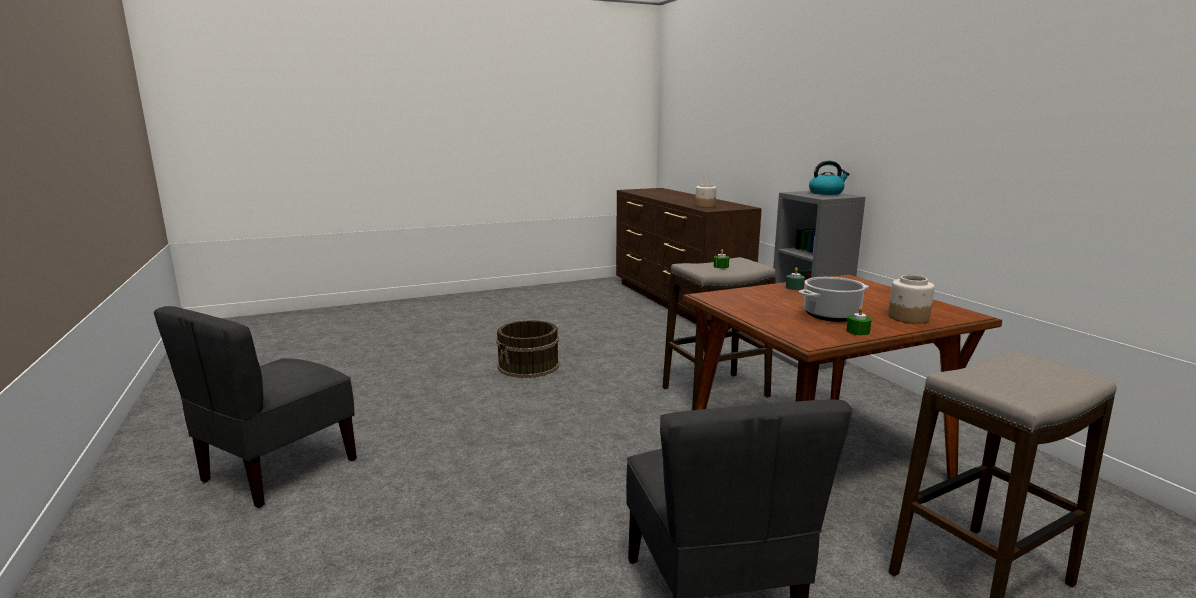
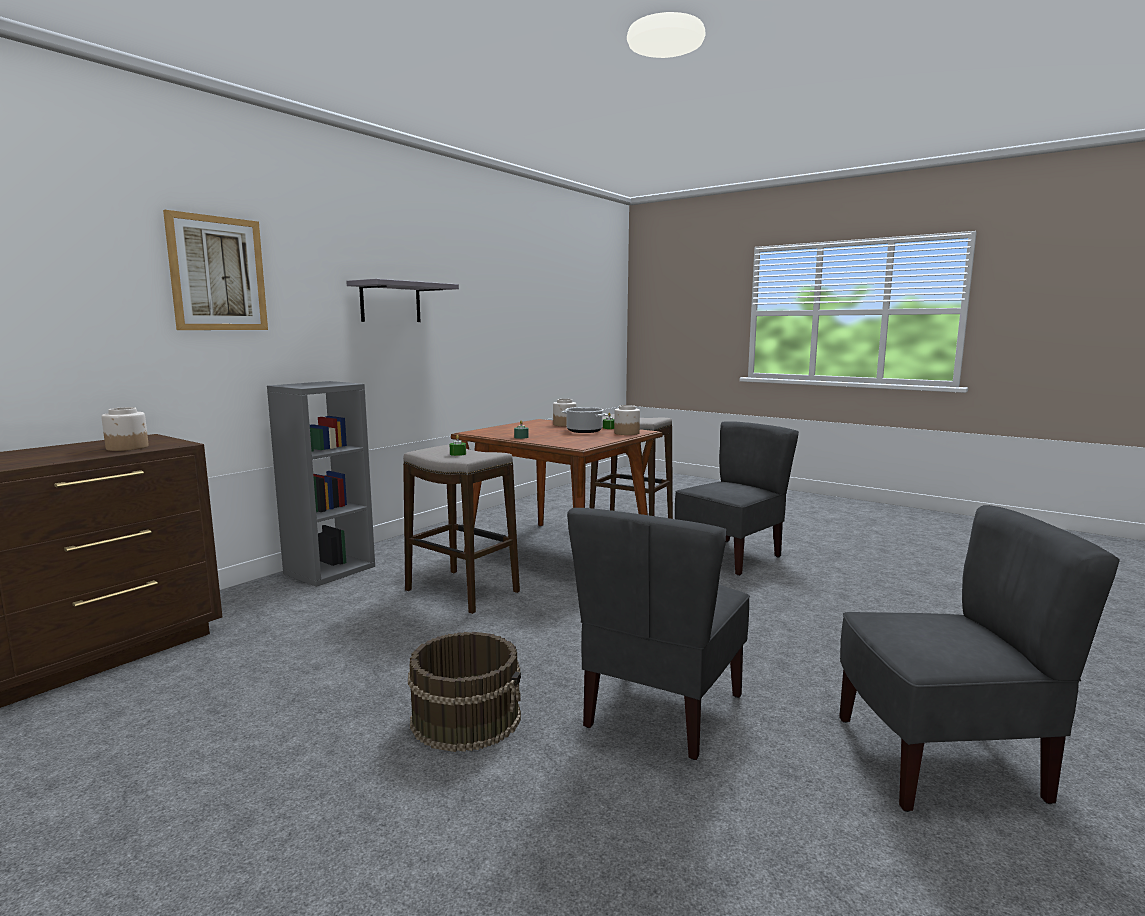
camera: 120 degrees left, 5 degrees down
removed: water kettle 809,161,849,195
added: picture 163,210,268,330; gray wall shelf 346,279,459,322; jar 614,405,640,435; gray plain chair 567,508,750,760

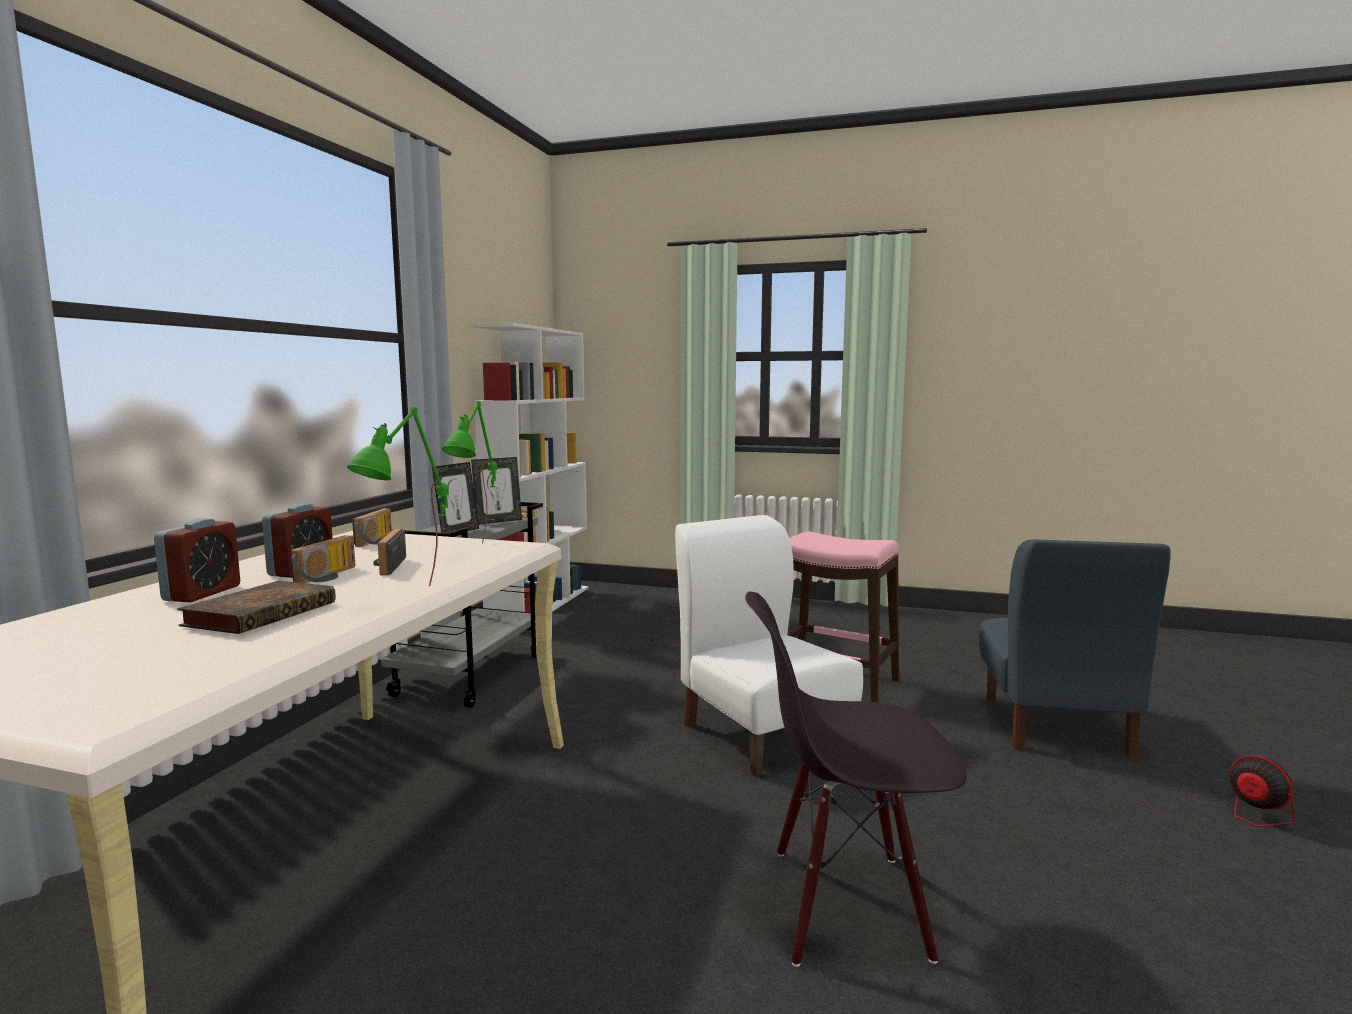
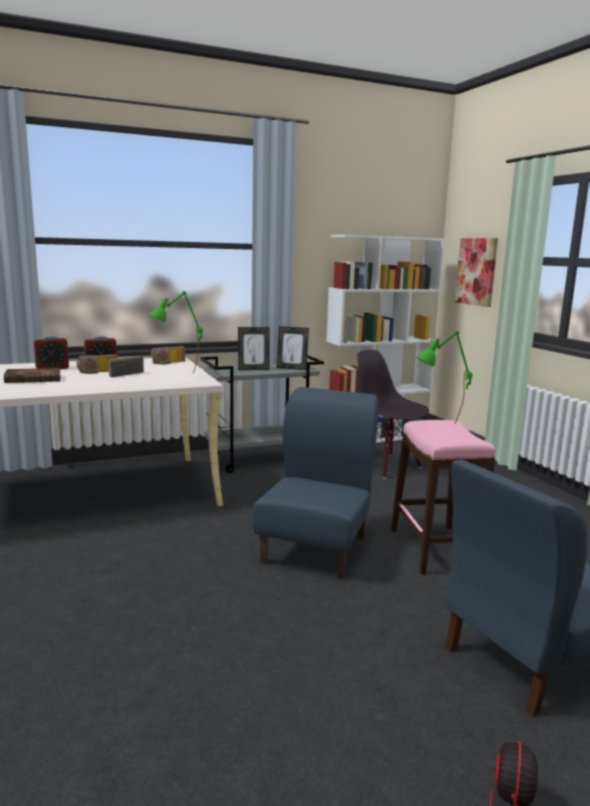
camera: 50 degrees right, 5 degrees up
added: picture 455,238,498,307
moved: green-coloured tabletop lamp 347,407,449,586 to 416,331,472,424; blackish plain chair 745,591,967,967 to 357,350,429,479
recoloured: white plain chair 675,515,863,777 to blue plain chair 252,387,378,579

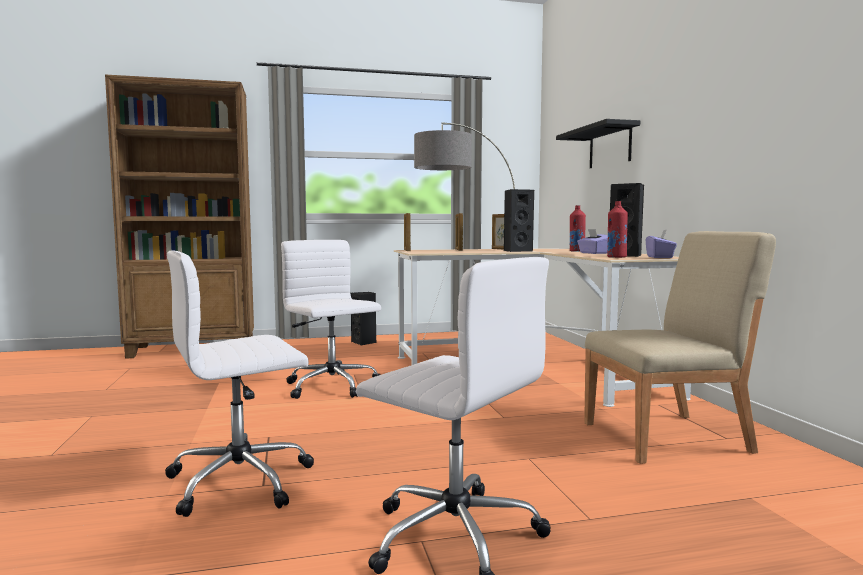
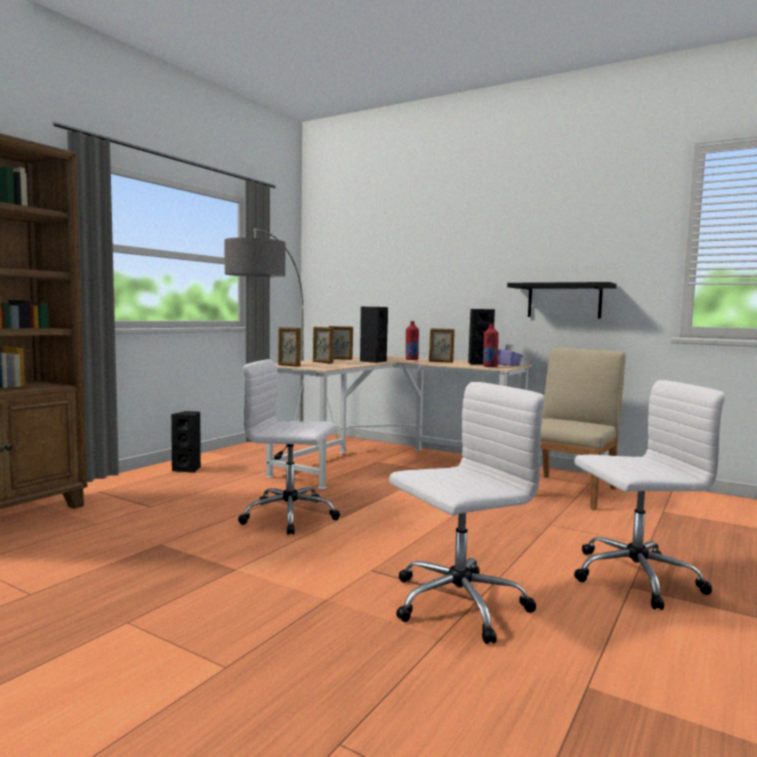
camera: 45 degrees left, 0 degrees up
moved: blackish wall shelf 556,119,640,168 to 507,282,617,319
replaced: purplish box of tissues 577,229,608,254 to photo frame 429,328,455,363
turned: white computer chair 165,250,314,517 = 389,382,545,644 135 degrees counterclockwise

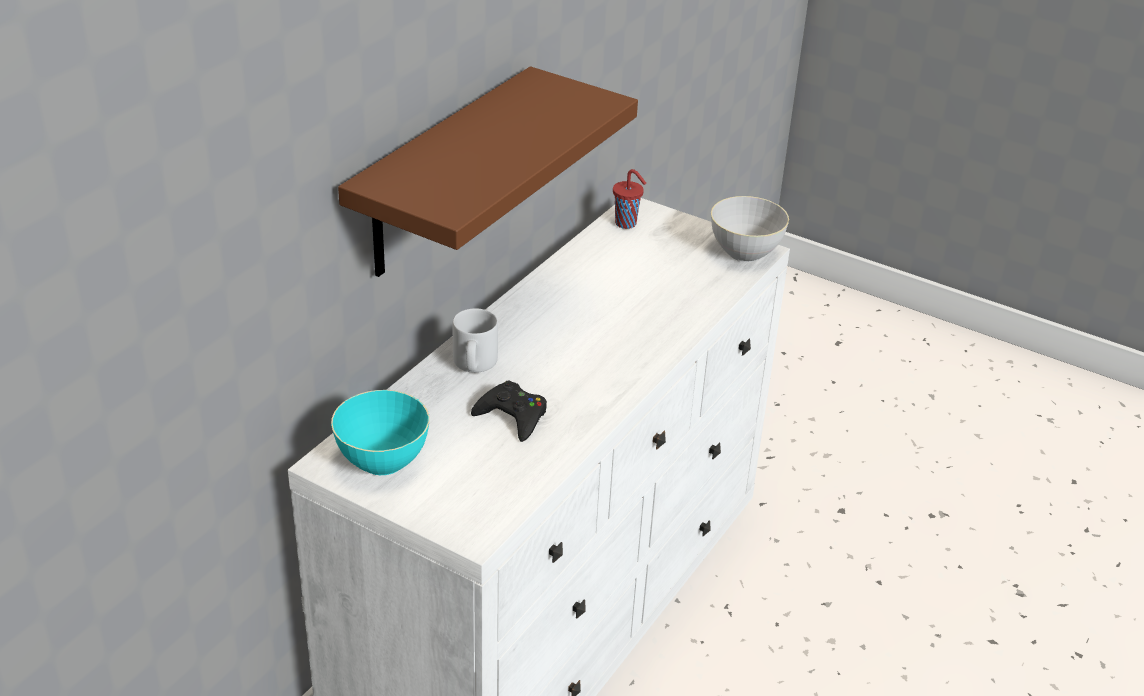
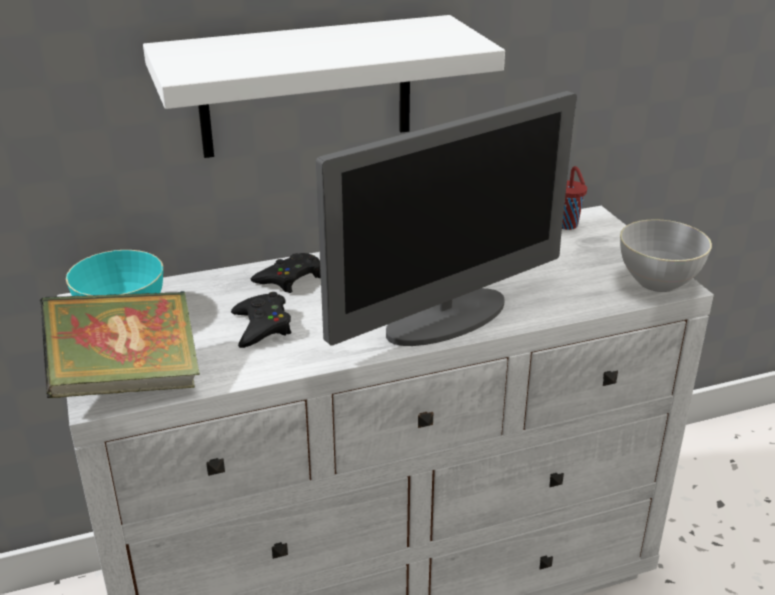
camera: 40 degrees right, 5 degrees down
added: computer screen 316,91,577,346; bound book 40,291,200,398
replaced: gray coffee mug 452,308,498,373 to blackish gamepad 251,253,321,293
recoloured: brown wall shelf 338,66,638,277 to white wall shelf 143,15,505,158

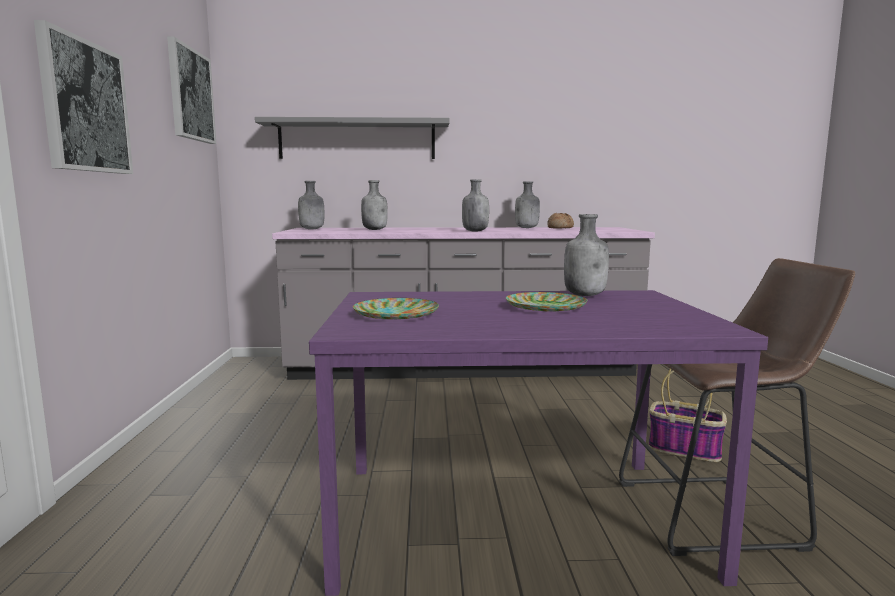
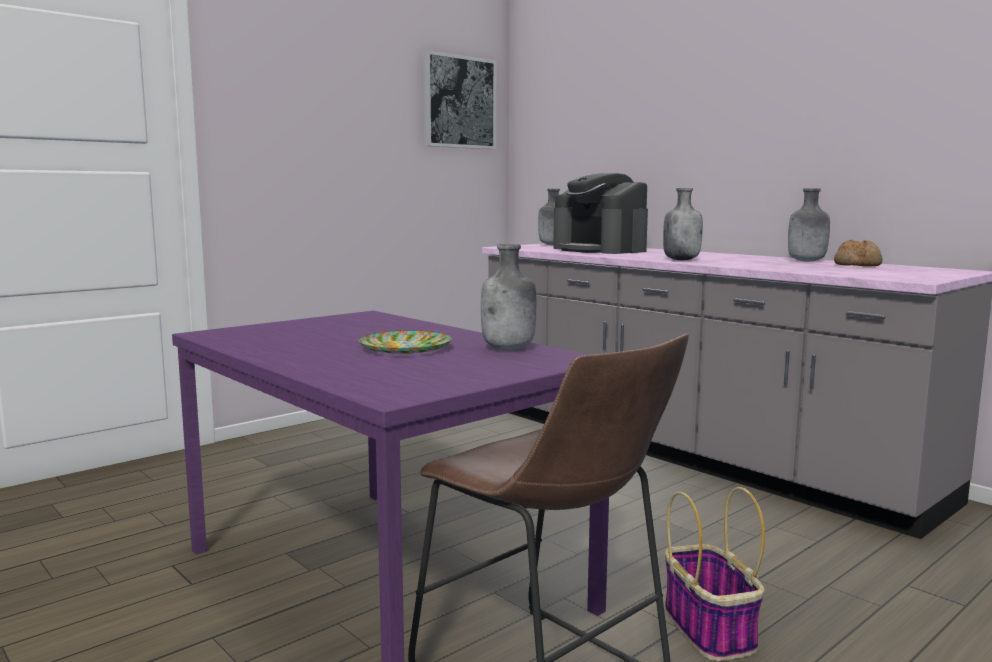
camera: 50 degrees right, 0 degrees up
removed: picture 34,20,133,174; gray wall shelf 255,117,449,159; plate 353,298,439,319
replaced: gray drink bottle 361,180,388,230 to coffee maker 553,173,648,254

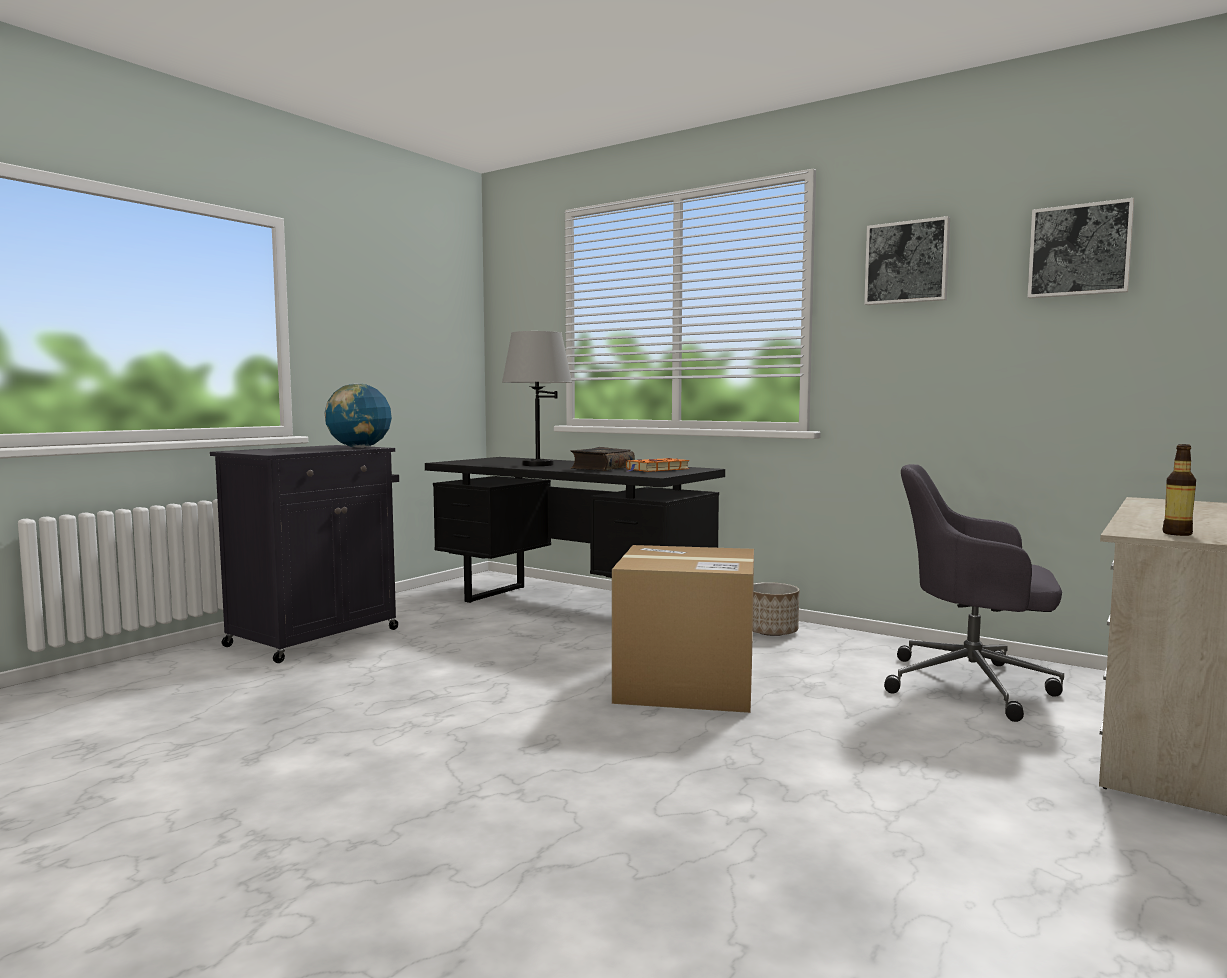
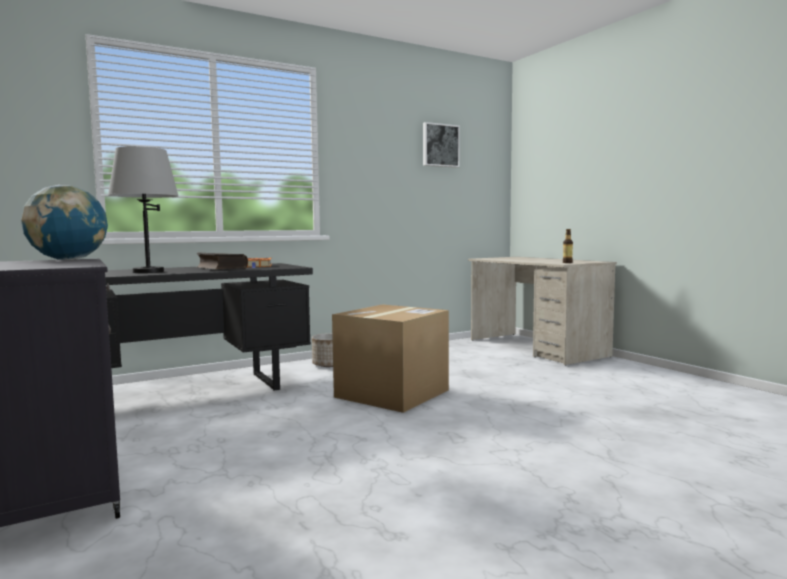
camera: 65 degrees left, 0 degrees up
removed: picture 864,216,950,305; gray computer chair 884,464,1064,722

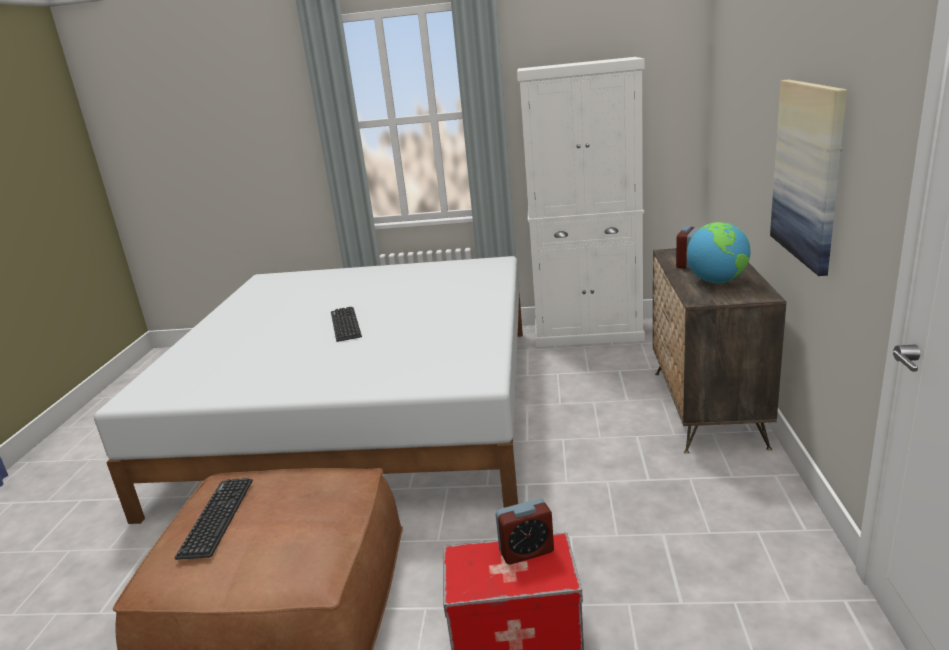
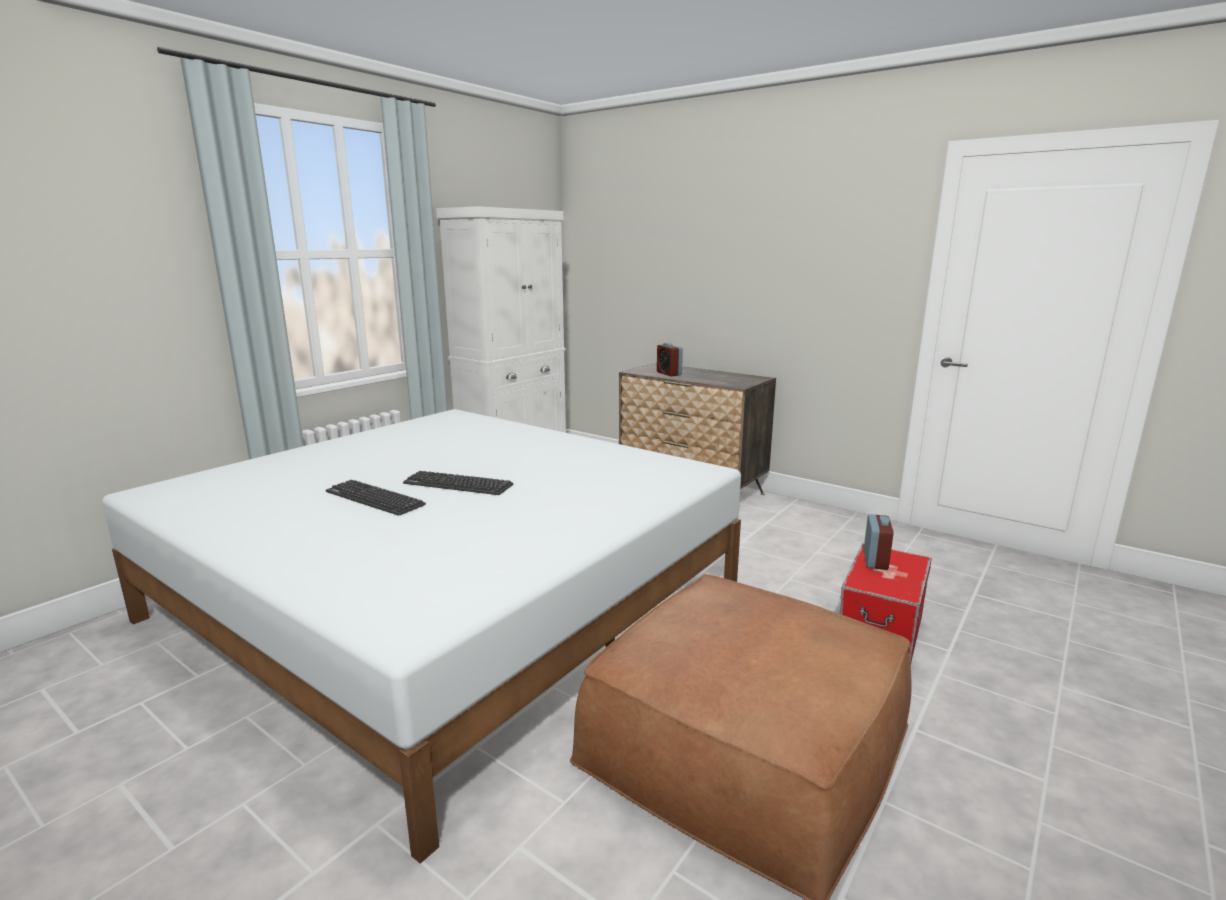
camera: 60 degrees left, 5 degrees down
removed: picture 770,80,847,276; globe 687,222,750,284
moved: PC keyboard 175,478,253,560 to 326,480,426,516

